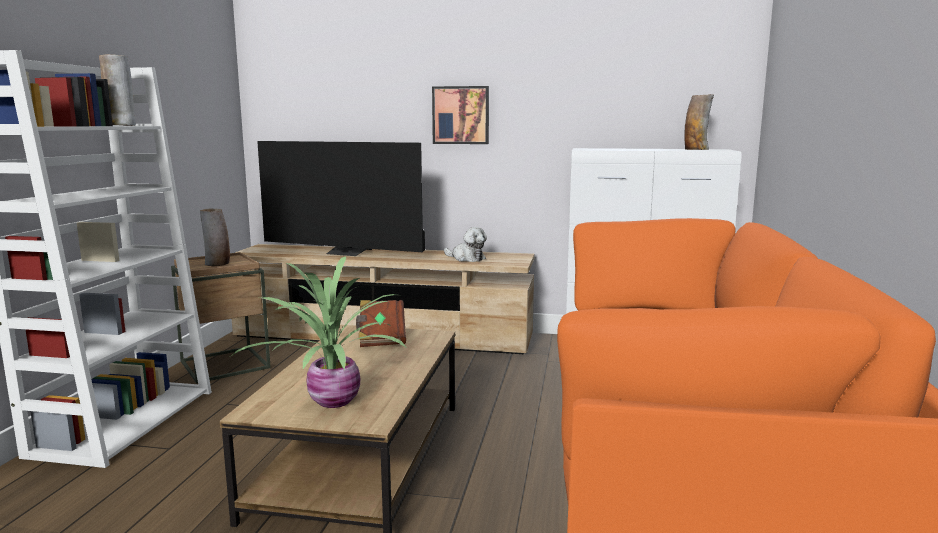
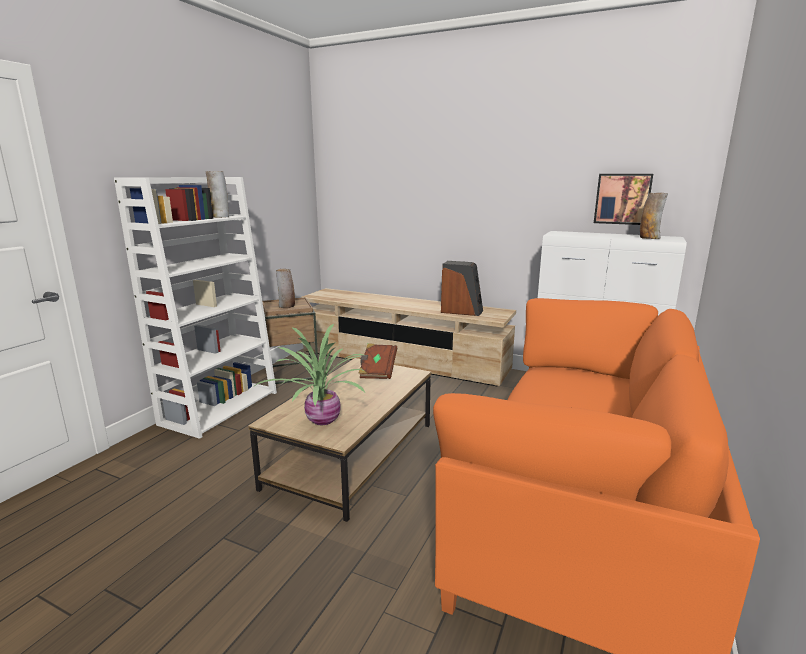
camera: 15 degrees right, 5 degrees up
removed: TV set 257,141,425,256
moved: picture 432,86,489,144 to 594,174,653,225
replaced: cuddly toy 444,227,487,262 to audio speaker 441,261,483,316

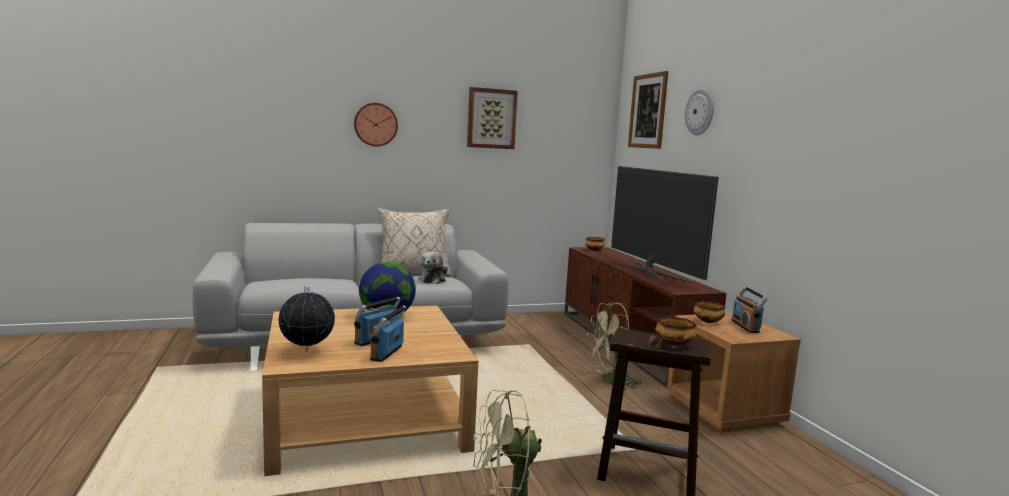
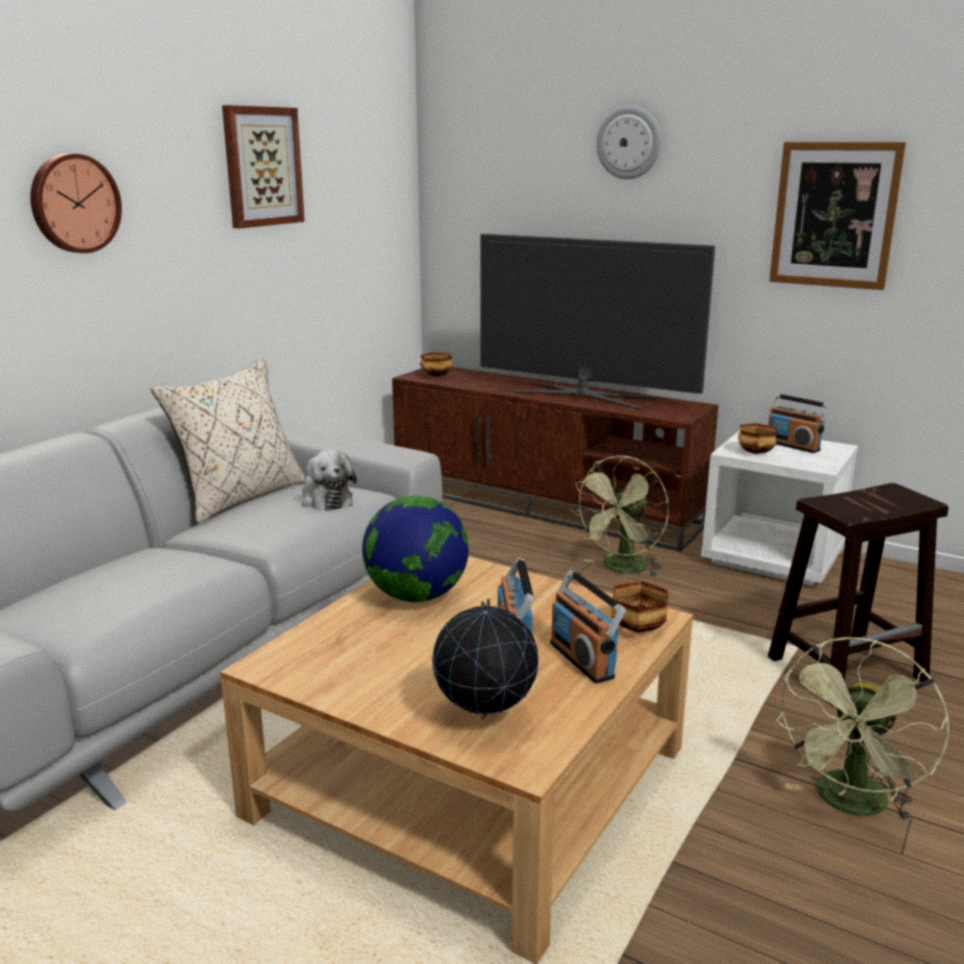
camera: 40 degrees left, 10 degrees up
moved: picture 628,71,668,149 to 769,142,906,290; deep dish 655,316,696,346 to 611,581,667,633
recoloured: brown night table 667,313,801,432 to white night table 701,430,858,586

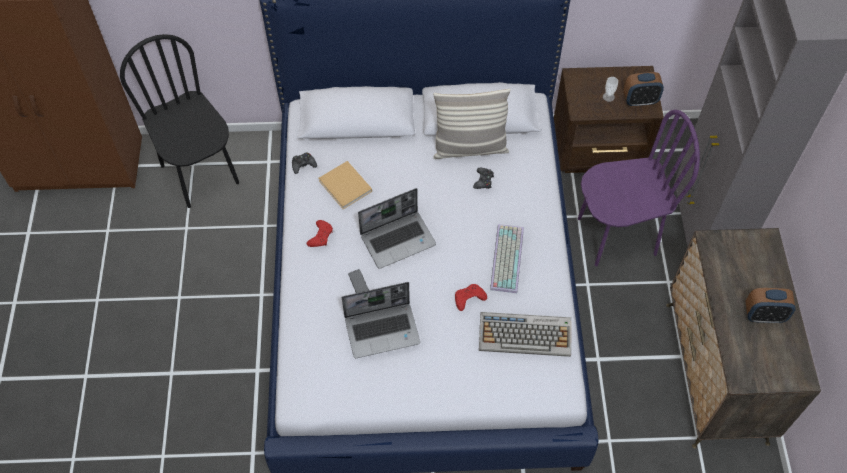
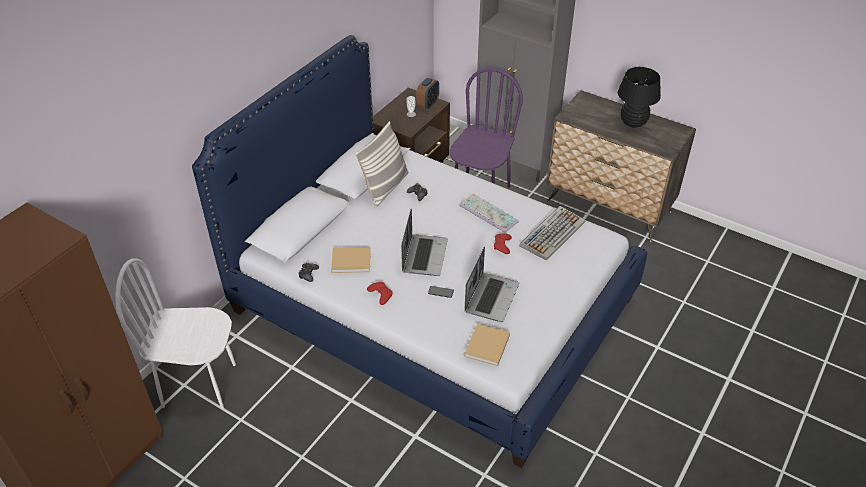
camera: 55 degrees left, 15 degrees down
added: beige bound book 464,323,510,366
replaced: bedside clock 745,288,796,323 to blackish tabletop lamp 618,67,661,128
recoloured: blackish plain chair 120,34,239,208 to white plain chair 115,258,236,409

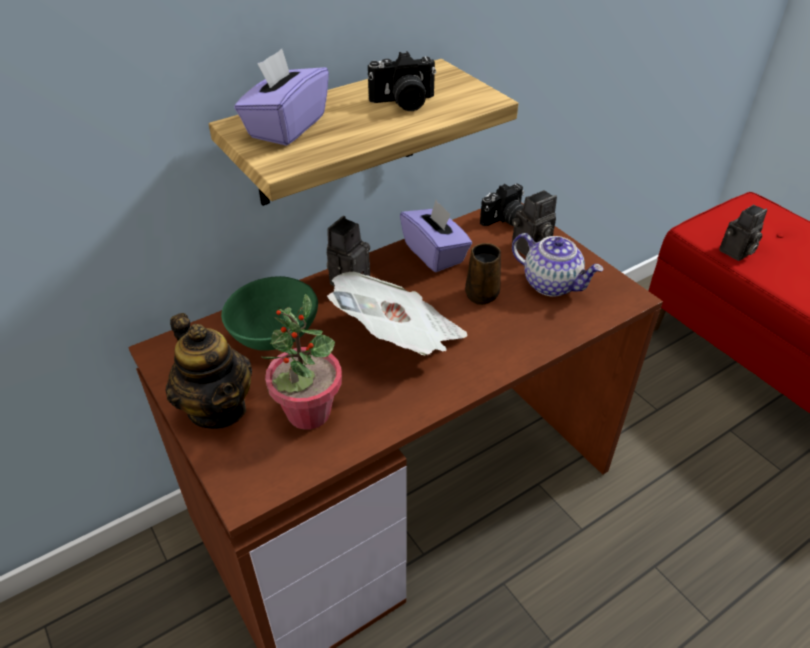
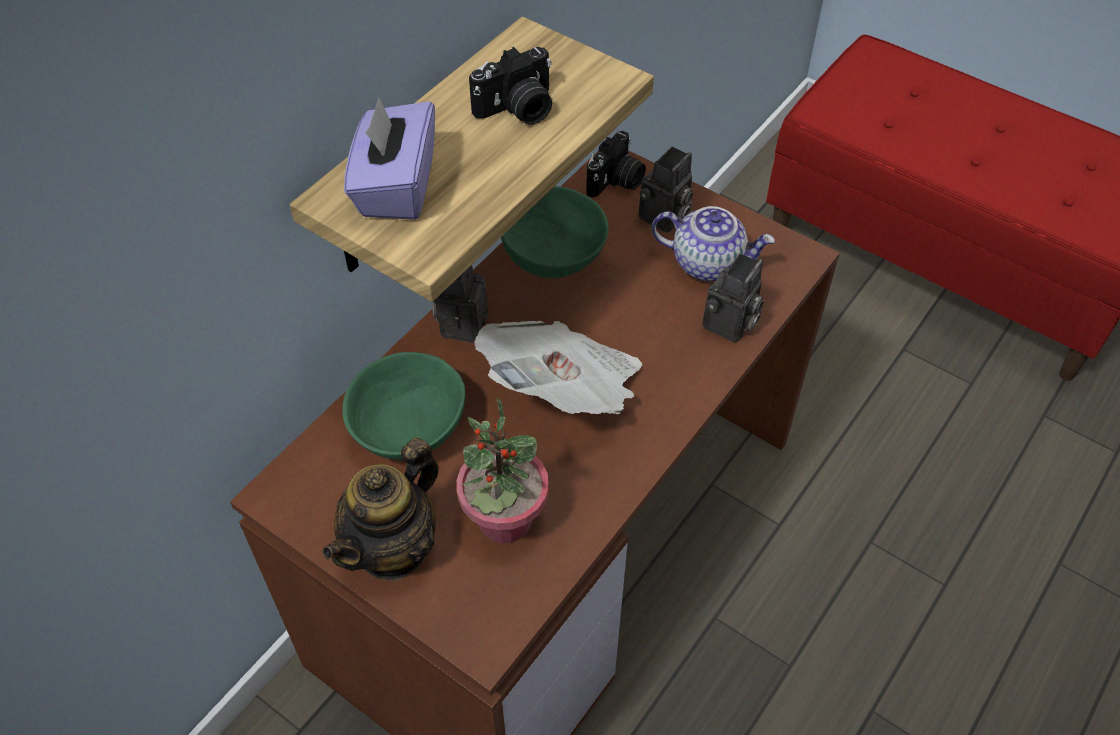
camera: 20 degrees left, 10 degrees up
removed: brown coffee mug 465,243,501,305
moved: photo camera 719,205,767,261 to 703,253,764,343
replaced: purplish box of tissues 400,200,472,272 to green-coloured deep dish 501,186,609,278
turned: tea pot 166,313,252,429 = 322,437,439,581 90 degrees clockwise

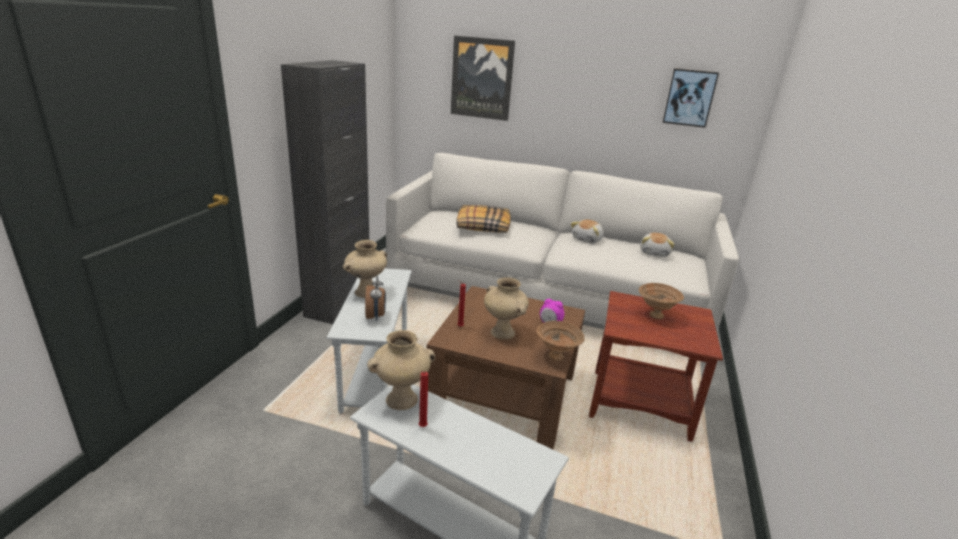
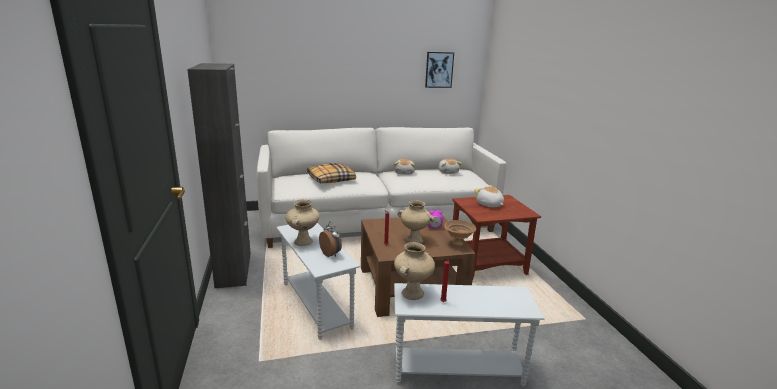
camera: 30 degrees left, 5 degrees down
removed: picture 451,36,515,121
replaced: brown deep dish 639,283,684,319 to cuddly toy 474,185,504,207

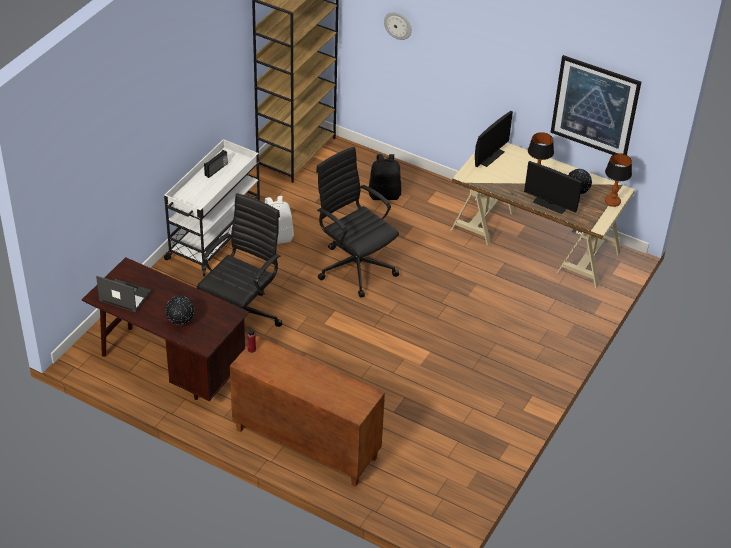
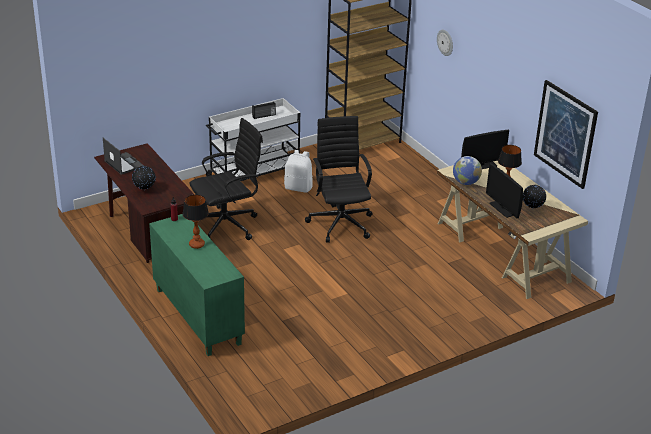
camera: 30 degrees right, 10 degrees down
removed: blackish knapsack 369,154,401,200
added: globe 453,156,482,185
moved: tabletop lamp 605,153,632,207 to 182,195,209,249
recoloured: brown cupboard 230,336,385,487 to green-coloured cupboard 149,214,245,356

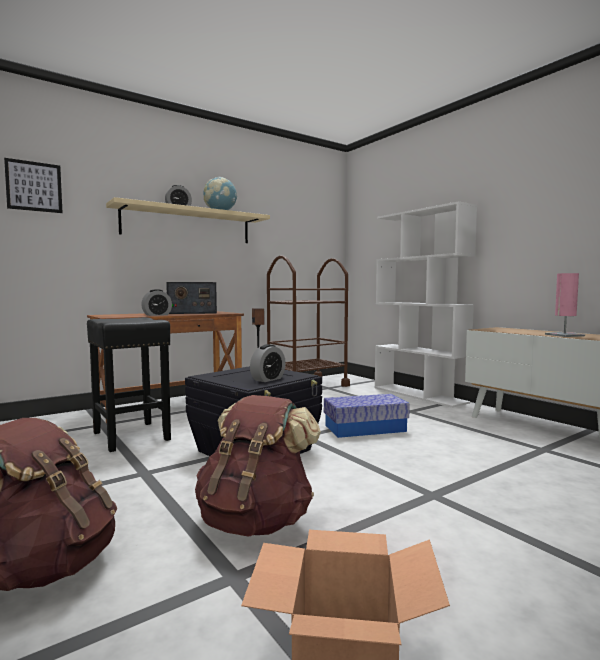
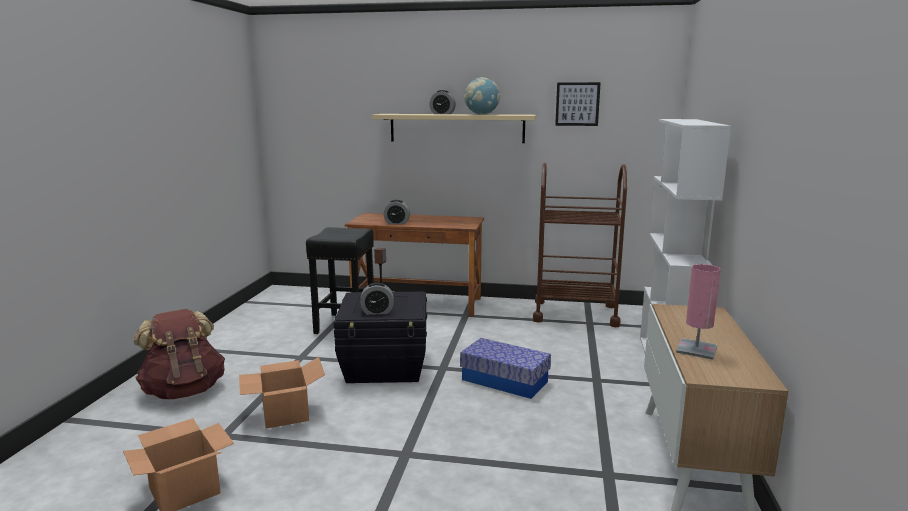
camera: 45 degrees right, 10 degrees up
removed: radio 166,282,217,314
moved: picture 4,158,63,213 to 555,82,601,126
replaced: brown knapsack 195,395,321,537 to cardboard box 239,357,325,429

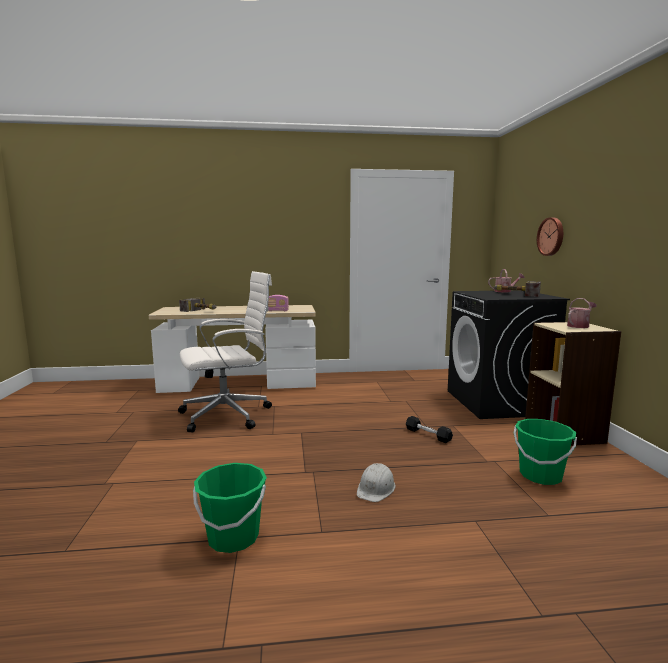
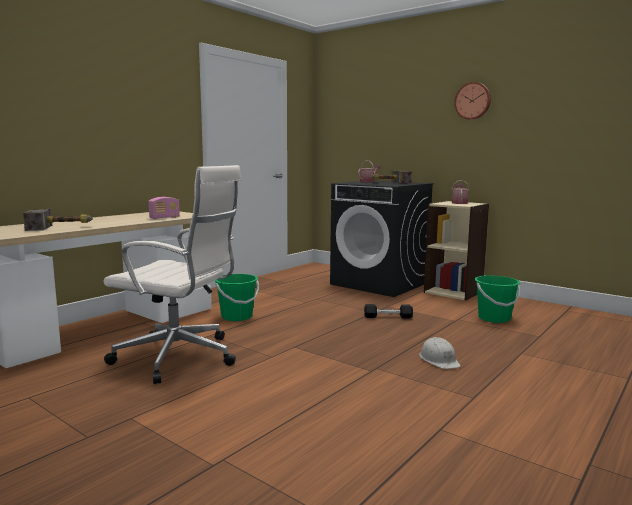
camera: 45 degrees left, 0 degrees up
moved: clock on the wall 537,217,563,256 to 454,82,491,120; green-coloured bucket 193,463,267,553 to 215,274,259,321
turned: white computer chair 178,271,272,433 = 103,165,242,384 90 degrees clockwise

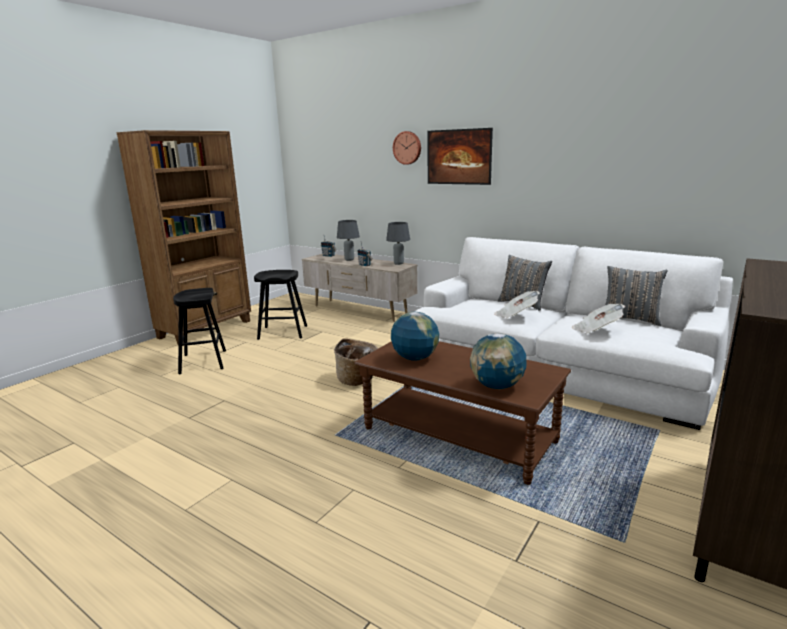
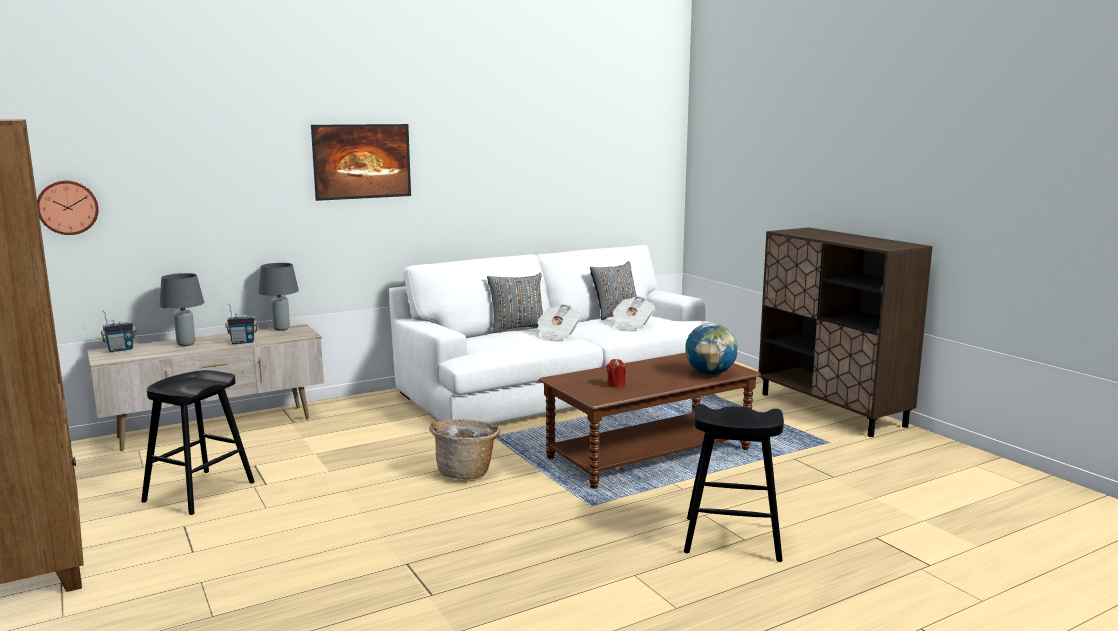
camera: 65 degrees left, 5 degrees down
moved: clock on the wall 393,131,421,165 to 37,180,99,235; blackish stool seat 173,288,226,374 to 684,404,784,562
replaced: globe 391,312,439,361 to red wax light 607,359,626,388

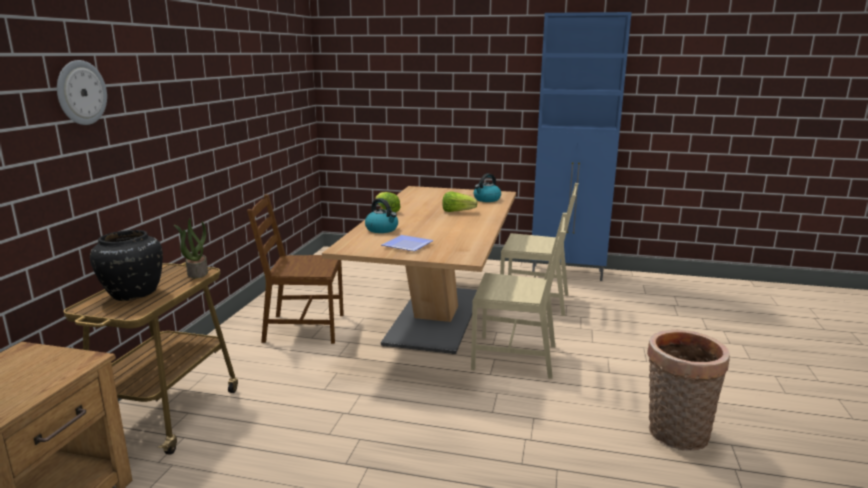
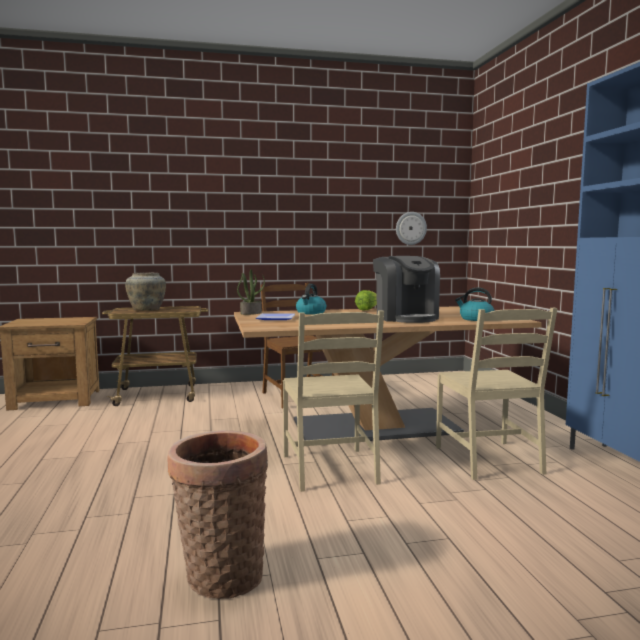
camera: 65 degrees right, 10 degrees down
moved: clock on the wall 57,60,107,125 to 396,212,427,245; plant in a pot 174,218,208,279 to 237,269,265,315
replaced: lettuce 442,191,478,212 to coffee maker 373,256,440,323
recoloured: blackish decorative vase 90,230,163,301 to beige decorative vase 125,273,166,310

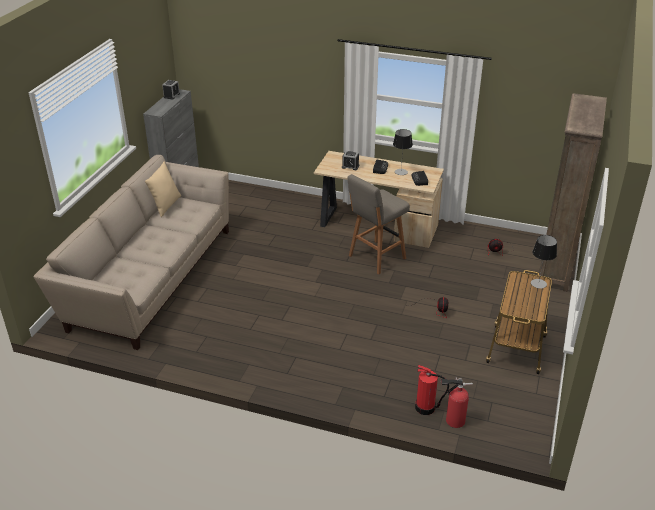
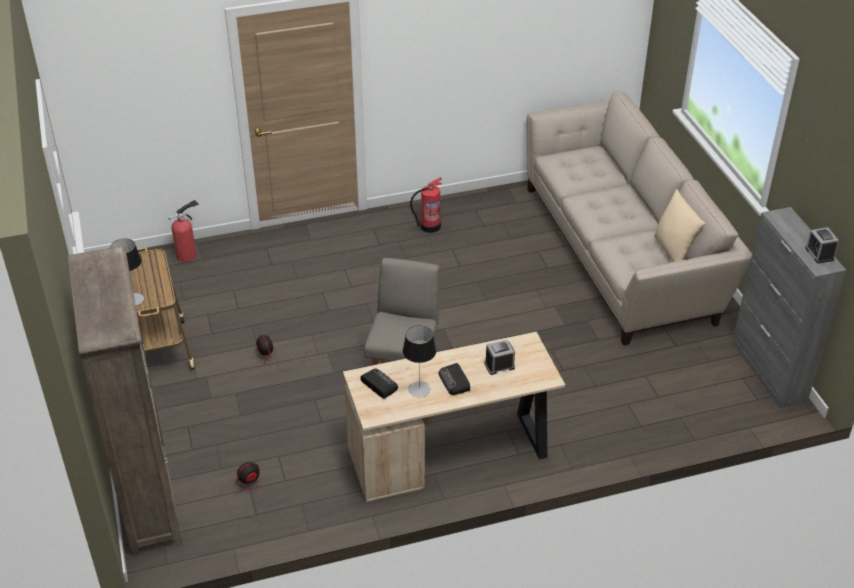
camera: 145 degrees right, 5 degrees up
moved: extinguisher 415,364,449,415 to 410,177,442,233

